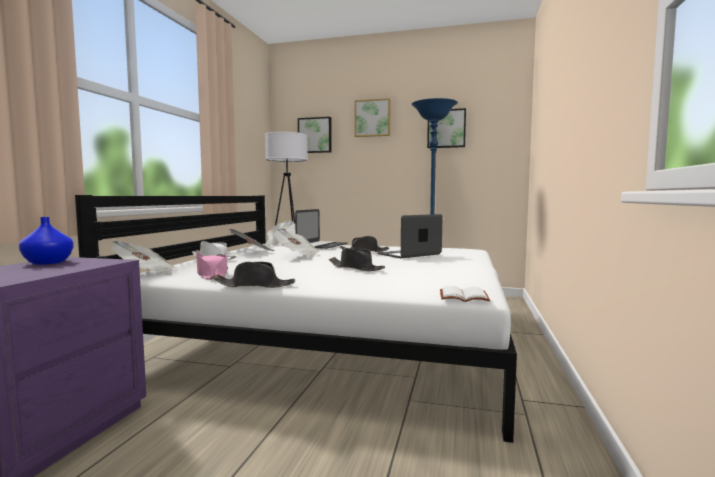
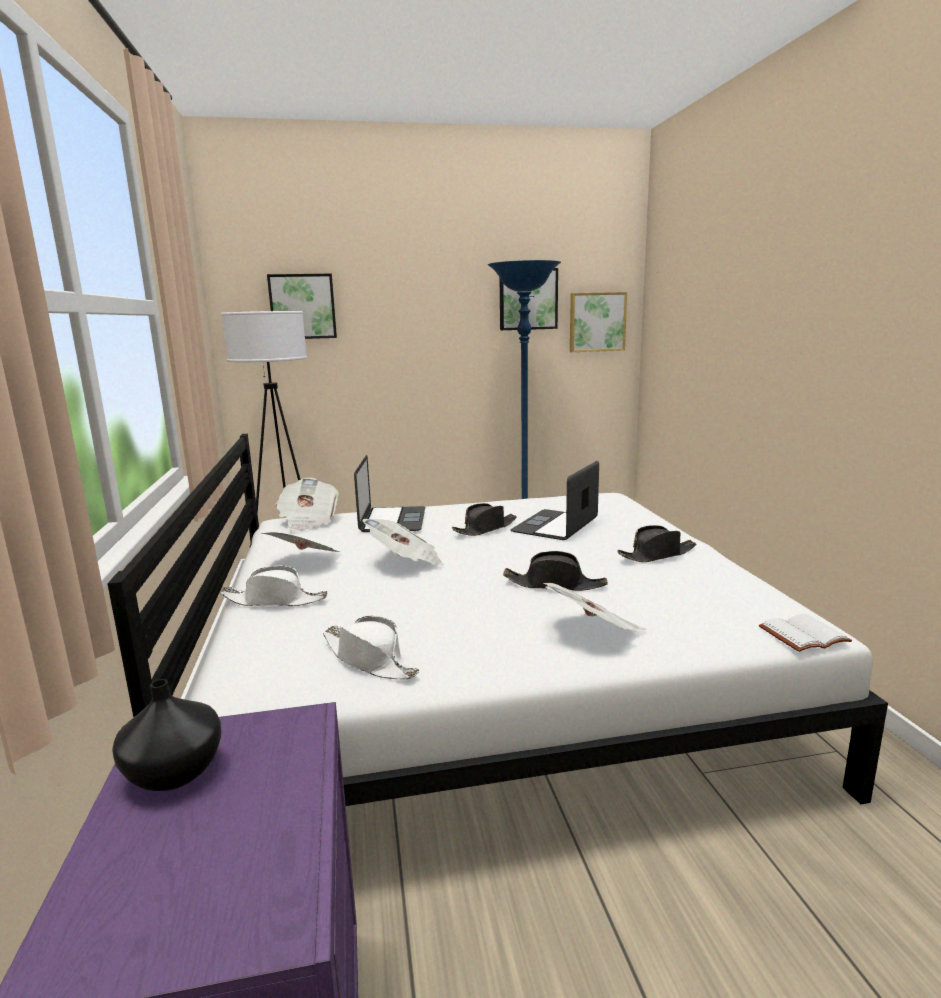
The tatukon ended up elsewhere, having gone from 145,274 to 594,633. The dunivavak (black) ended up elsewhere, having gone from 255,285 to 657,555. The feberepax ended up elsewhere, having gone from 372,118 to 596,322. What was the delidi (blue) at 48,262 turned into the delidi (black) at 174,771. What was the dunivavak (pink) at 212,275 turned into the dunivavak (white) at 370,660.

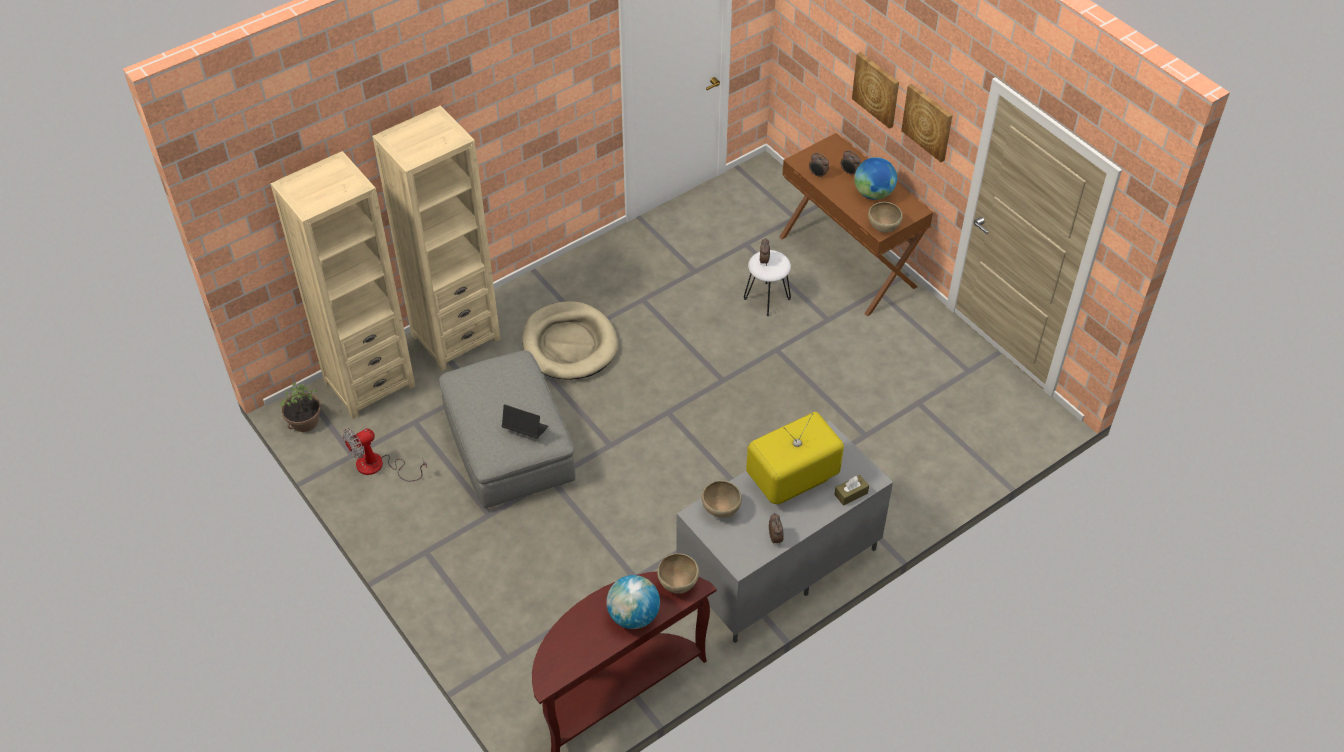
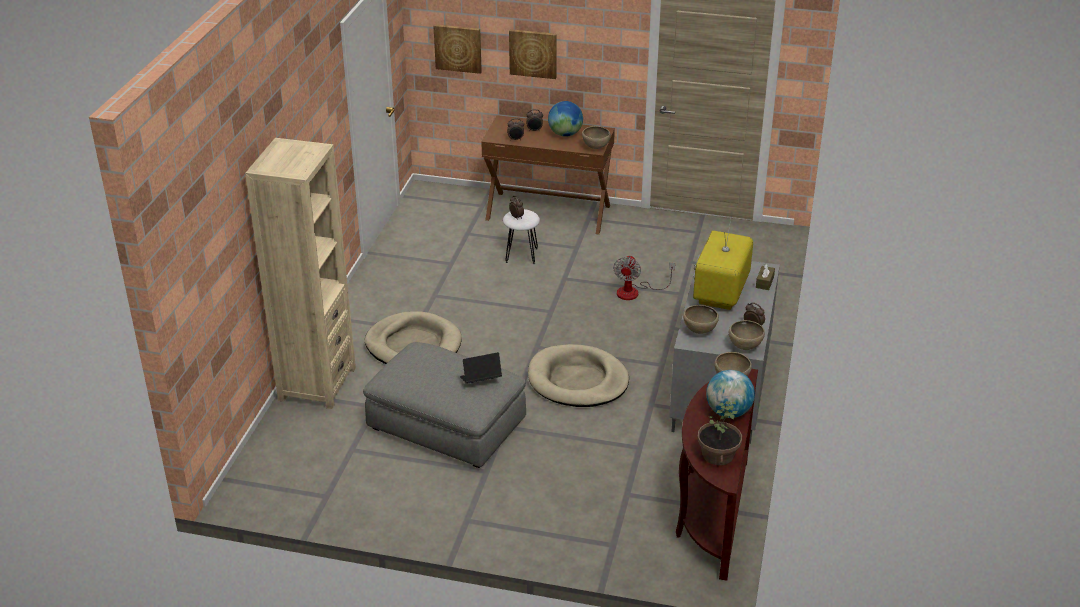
The second view lost the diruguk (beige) at 369,383. The second view gained the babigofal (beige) at 577,380. The second view gained the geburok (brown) at 745,347. The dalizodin ended up elsewhere, having gone from 304,421 to 717,454. The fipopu ended up elsewhere, having gone from 379,466 to 635,292. The feberepax ended up elsewhere, having gone from 928,122 to 458,48.

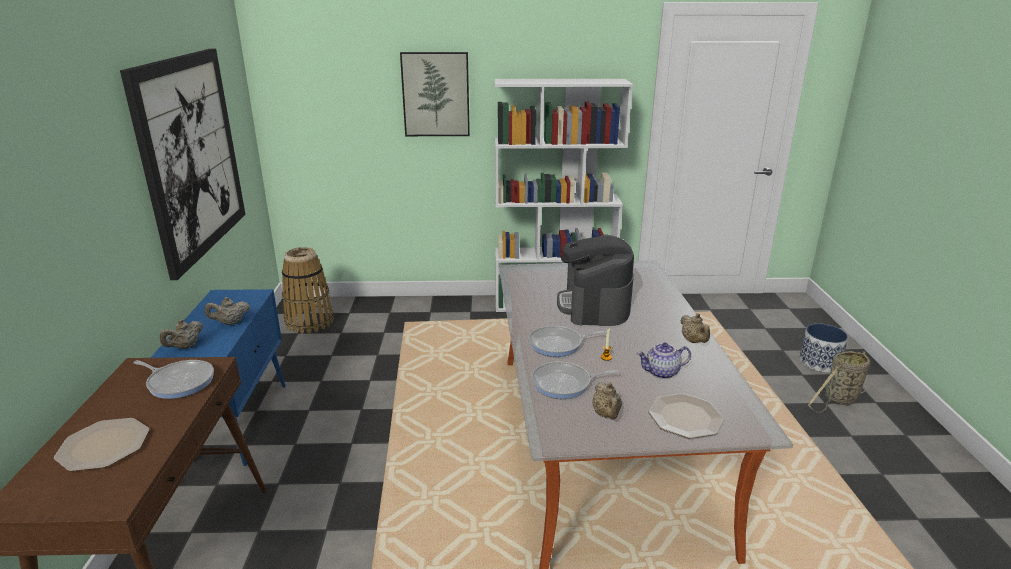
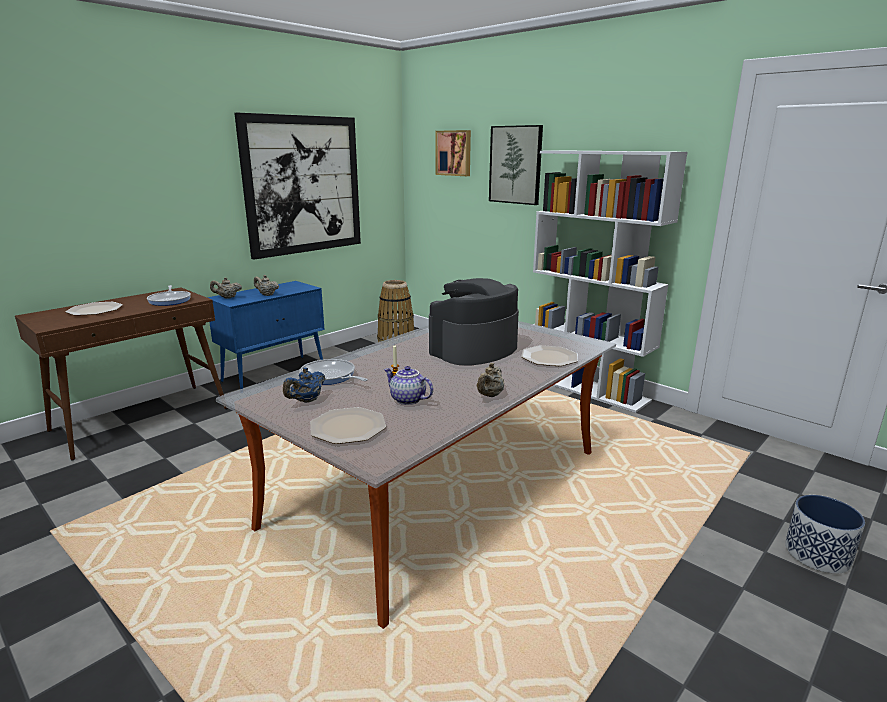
The second view lost the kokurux at 558,344. The second view lost the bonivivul at 838,400. The second view gained the feberepax at 454,153. The second view gained the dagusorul at 549,357. What was the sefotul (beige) at 606,415 turned into the sefotul (blue) at 306,401.

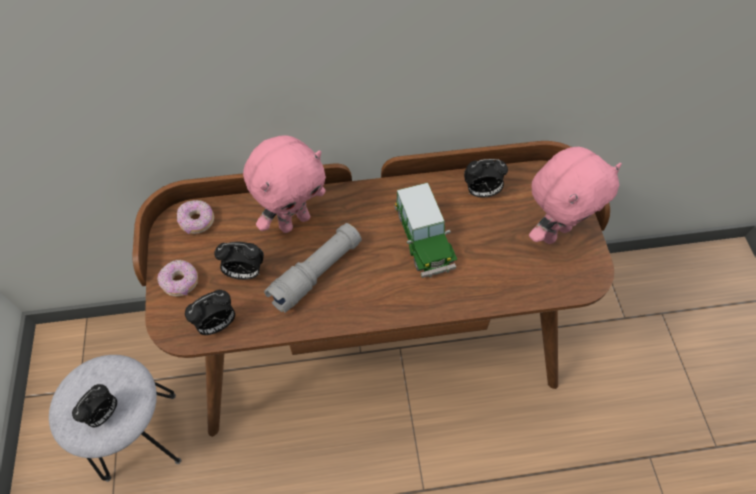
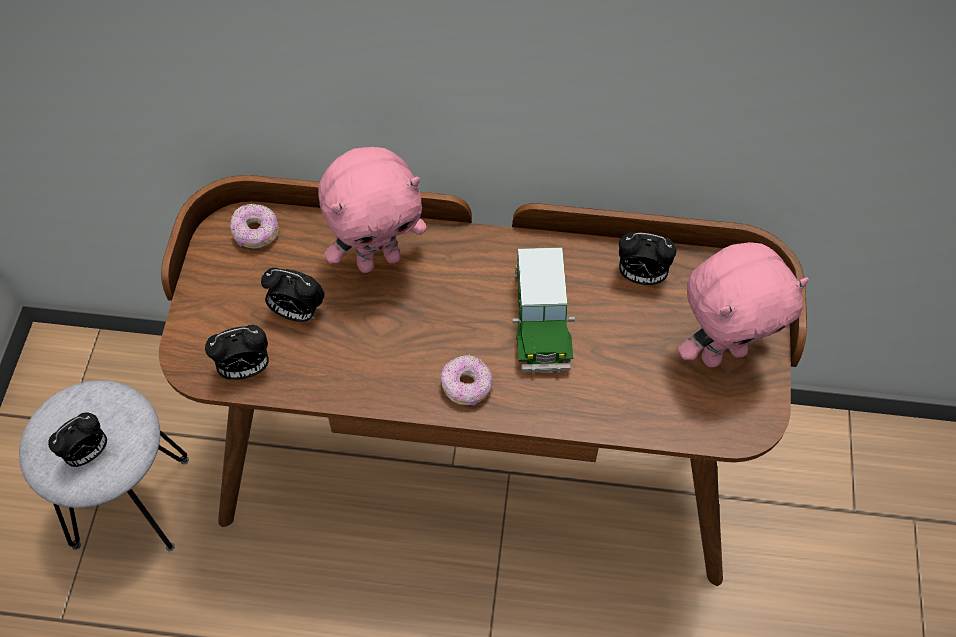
The second view lost the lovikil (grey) at 316,273. The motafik ended up elsewhere, having gone from 180,282 to 466,386.

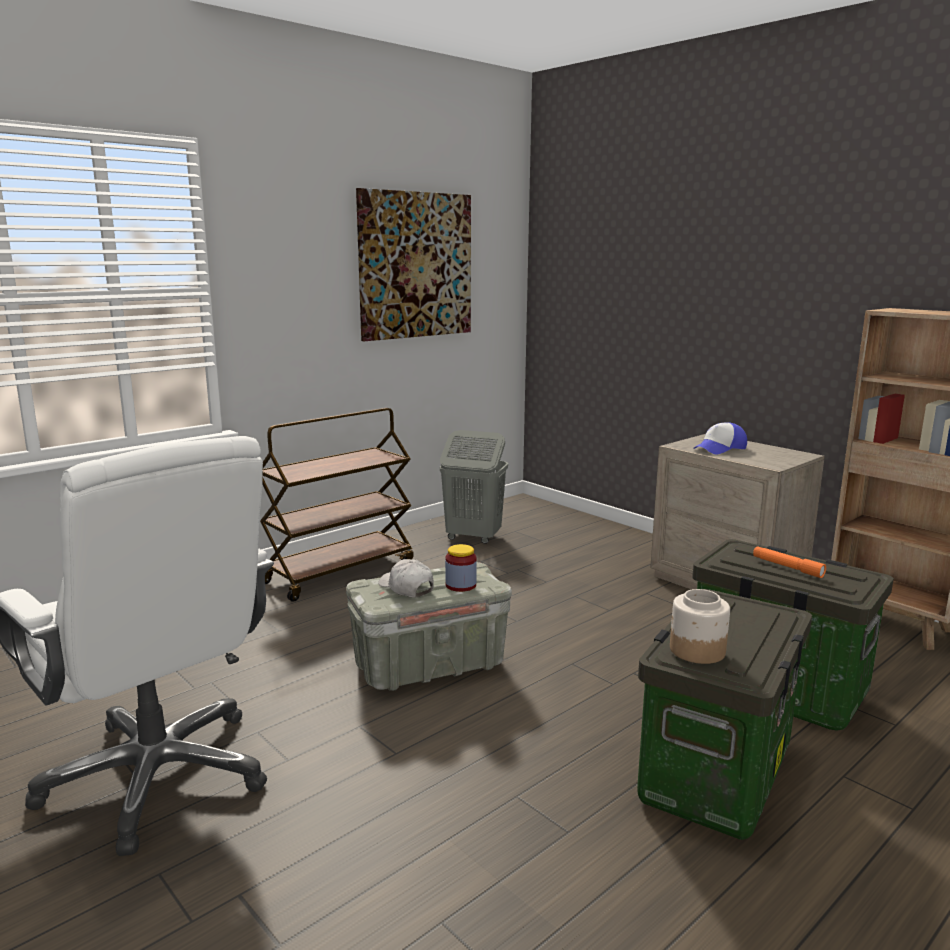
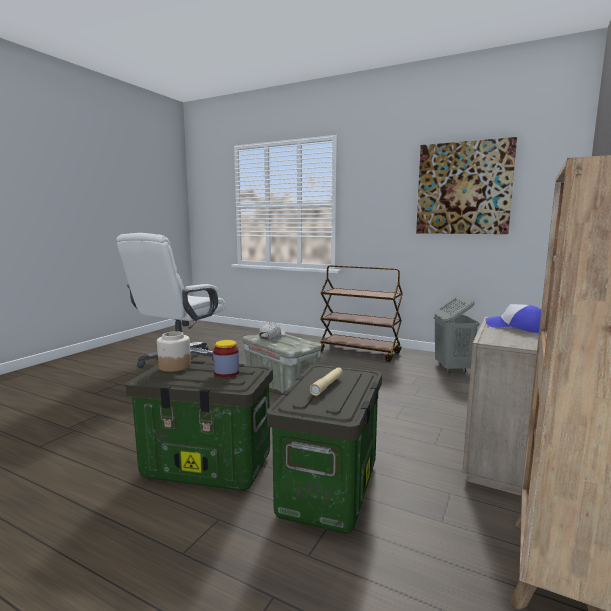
The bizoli ended up elsewhere, having gone from 460,585 to 226,373. What was the lovikil (orange) at 787,567 turned into the lovikil (beige) at 327,385.

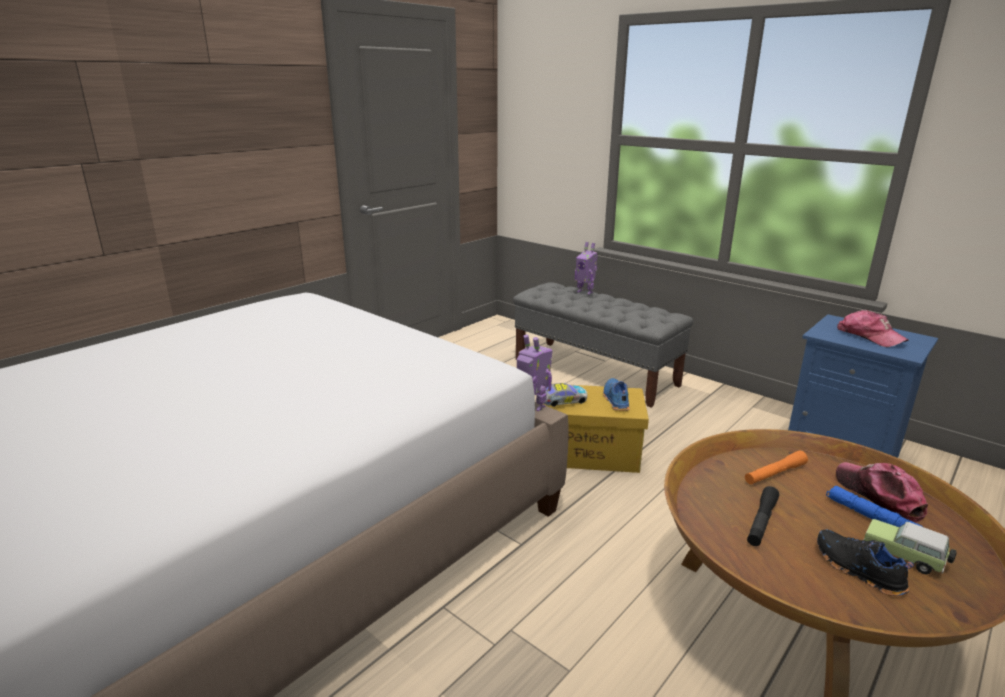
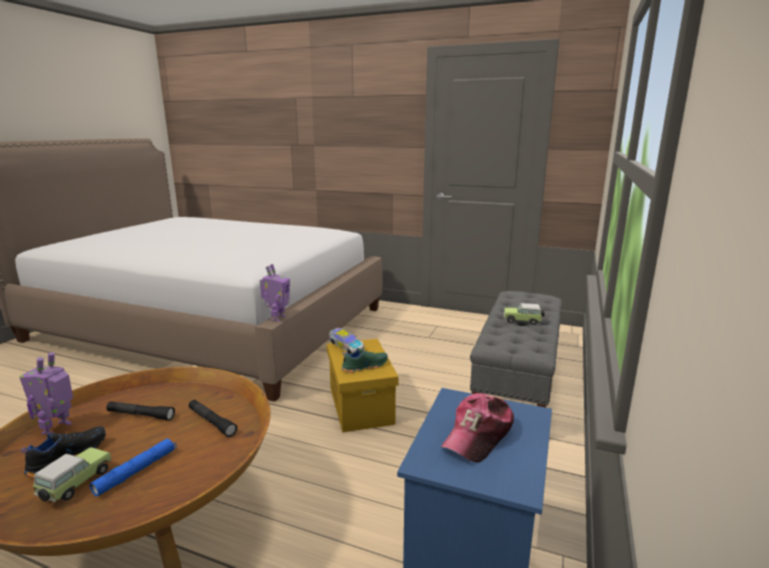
The second view lost the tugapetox at 879,496. The second view gained the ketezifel at 523,321. The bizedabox ended up elsewhere, having gone from 585,291 to 58,428. What was the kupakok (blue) at 615,400 turned into the kupakok (green) at 364,366. What was the lovikil (orange) at 774,474 turned into the lovikil (black) at 212,422.

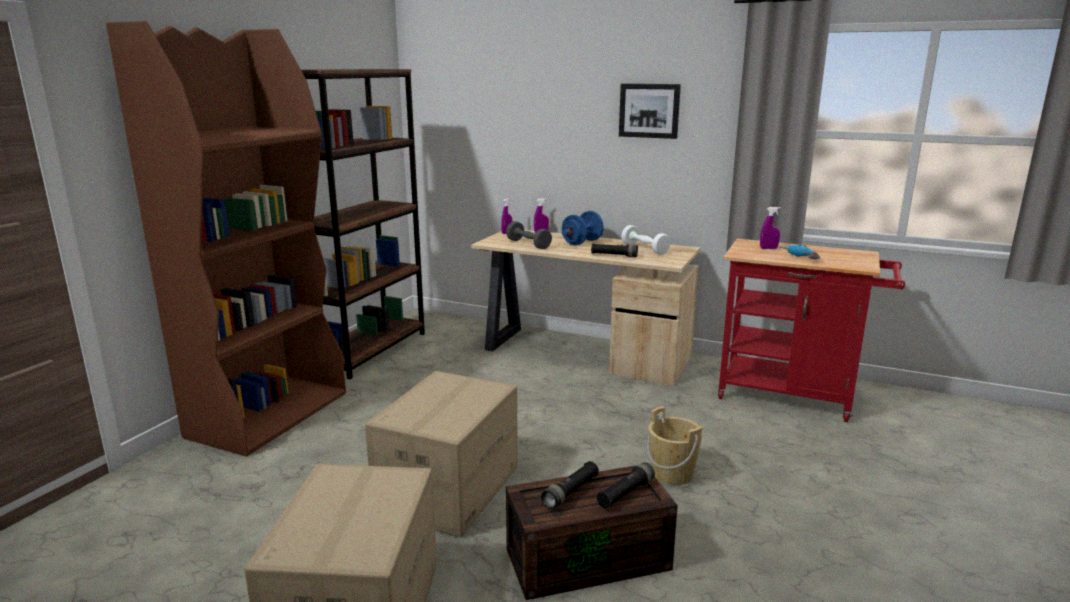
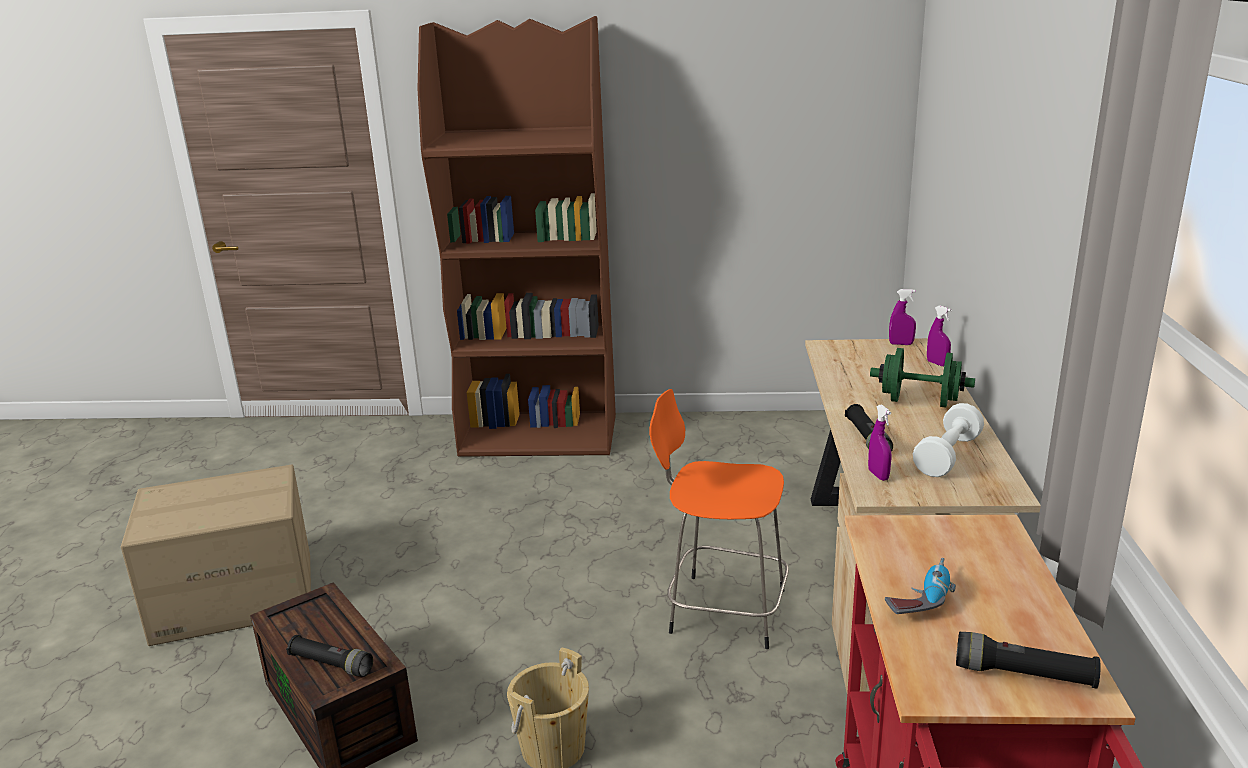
The second view lost the diruguk (brown) at 369,350. The second view lost the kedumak at 448,489. The second view lost the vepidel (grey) at 528,244. The second view lost the feberepax at 649,110. The second view gained the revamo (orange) at 723,610. The lovikil (black) ended up elsewhere, having gone from 571,492 to 1023,675. The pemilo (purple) ended up elsewhere, having gone from 768,248 to 878,475. What was the vepidel (blue) at 582,242 turned into the vepidel (green) at 919,402.

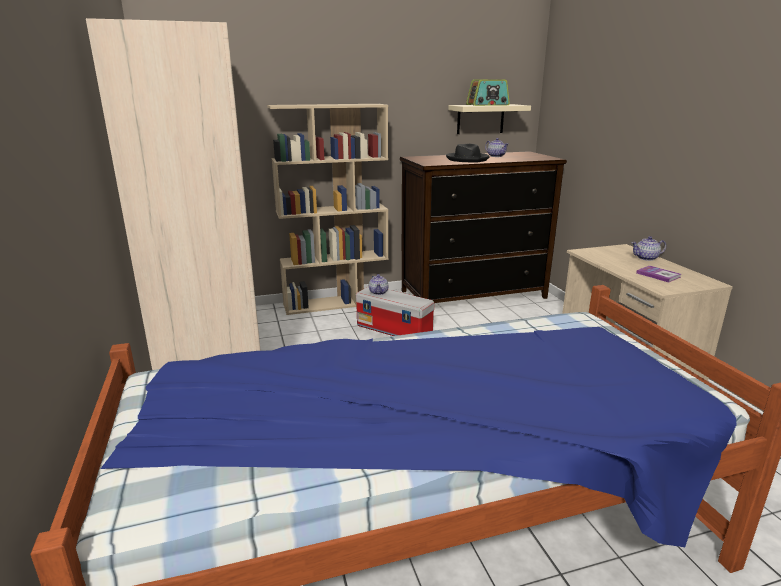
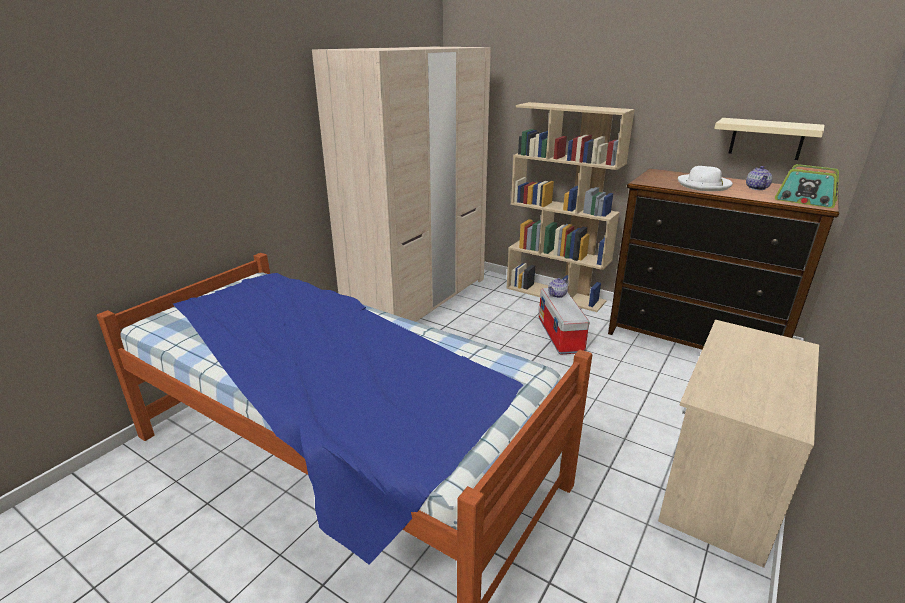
The second view lost the sefotul at 646,258. The second view lost the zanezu at 658,275. The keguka ended up elsewhere, having gone from 487,105 to 805,201. What was the dunivavak (black) at 467,159 turned into the dunivavak (white) at 704,185.

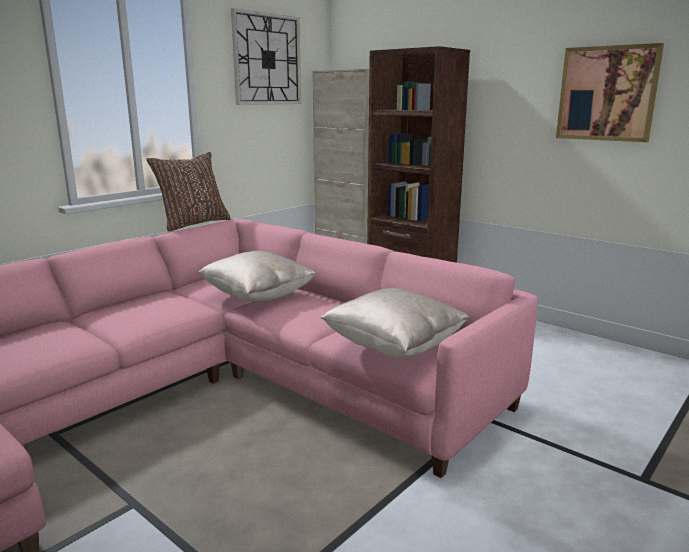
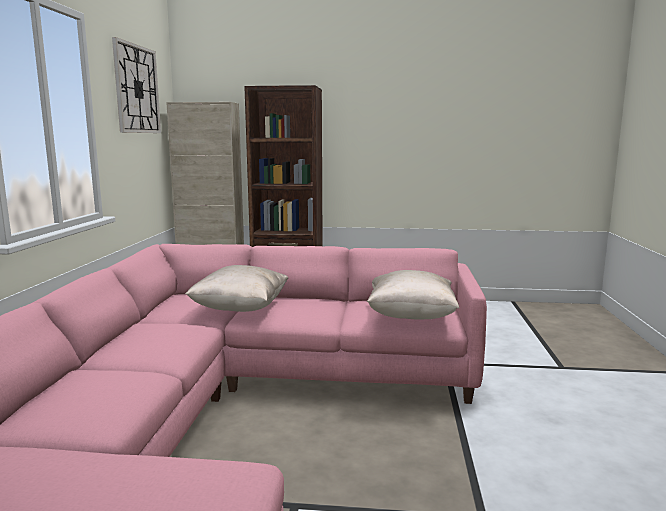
The second view lost the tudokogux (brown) at 193,224. The second view lost the feberepax at 607,93.

